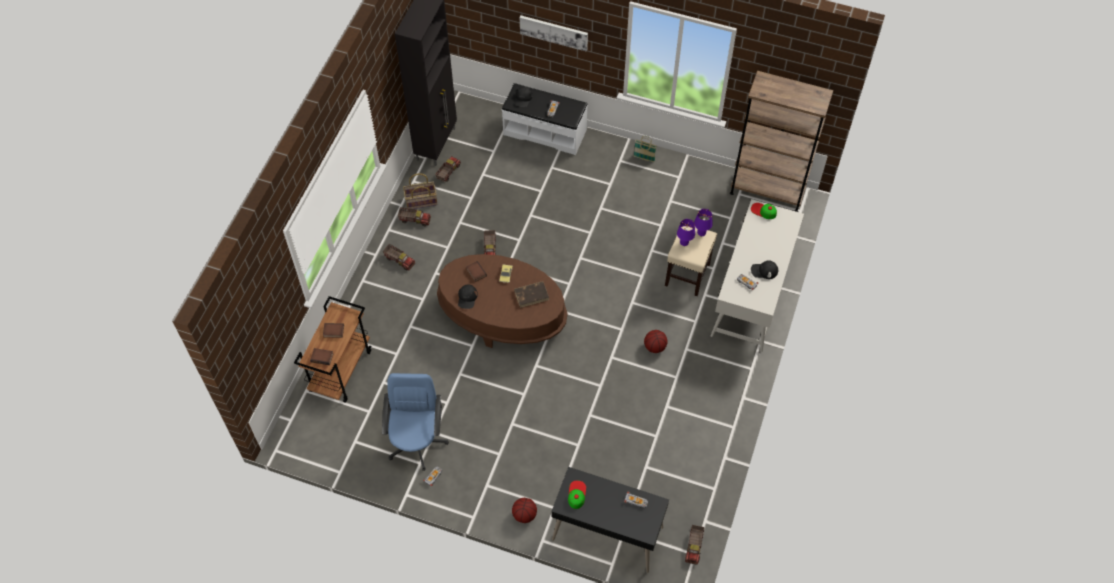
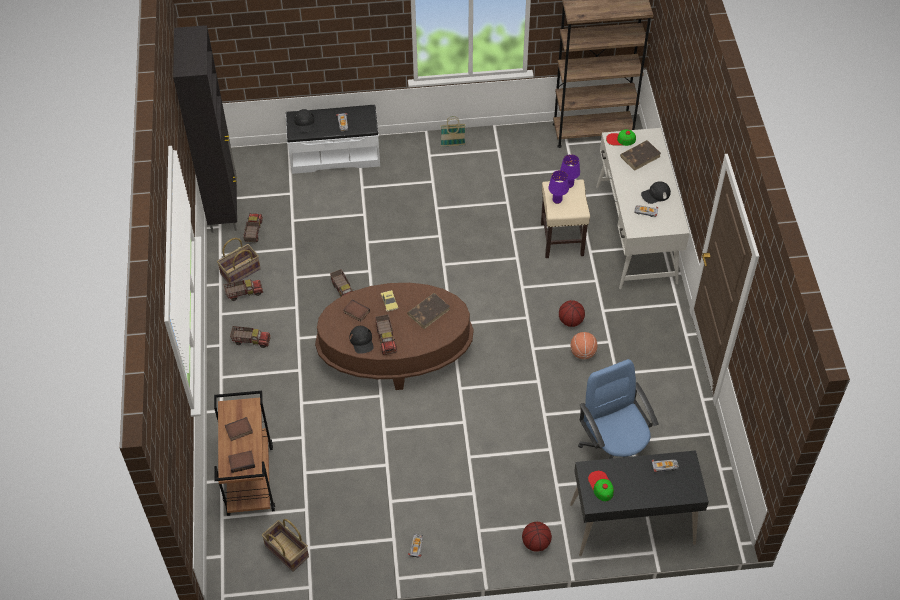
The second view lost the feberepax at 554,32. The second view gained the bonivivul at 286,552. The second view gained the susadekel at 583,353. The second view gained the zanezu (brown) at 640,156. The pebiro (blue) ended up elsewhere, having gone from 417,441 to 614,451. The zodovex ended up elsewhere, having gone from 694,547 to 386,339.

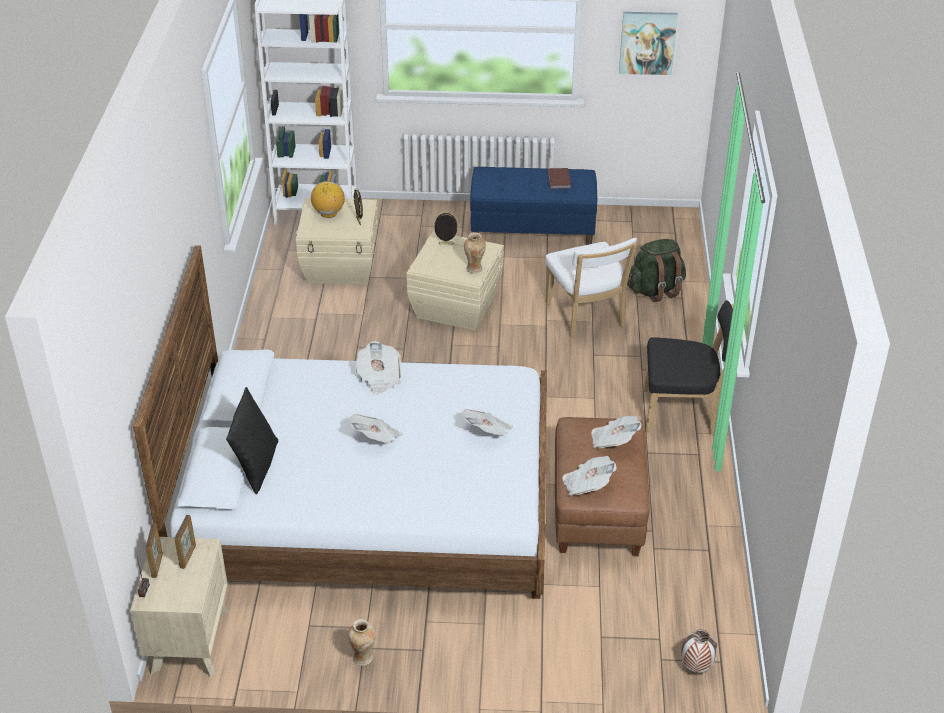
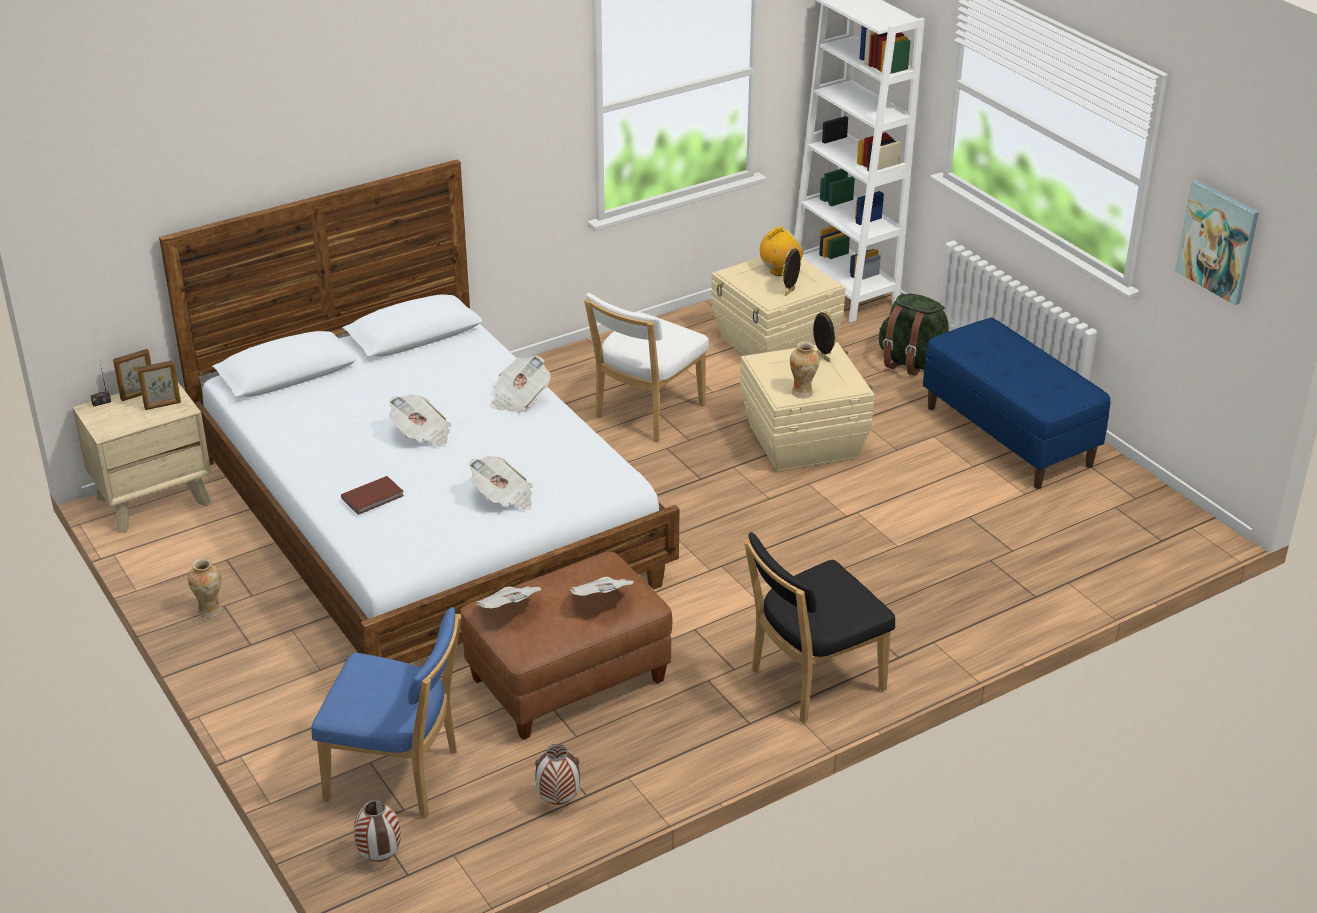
The second view lost the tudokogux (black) at 256,466. The second view gained the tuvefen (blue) at 398,777. The second view gained the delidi at 558,801. The tuvefen (white) ended up elsewhere, having gone from 586,317 to 645,414. The zanezu (brown) ended up elsewhere, having gone from 559,179 to 374,497. The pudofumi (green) ended up elsewhere, having gone from 655,290 to 912,363. The tuvefen (black) at 683,413 ended up facing another way, 90 degrees clockwise from before.

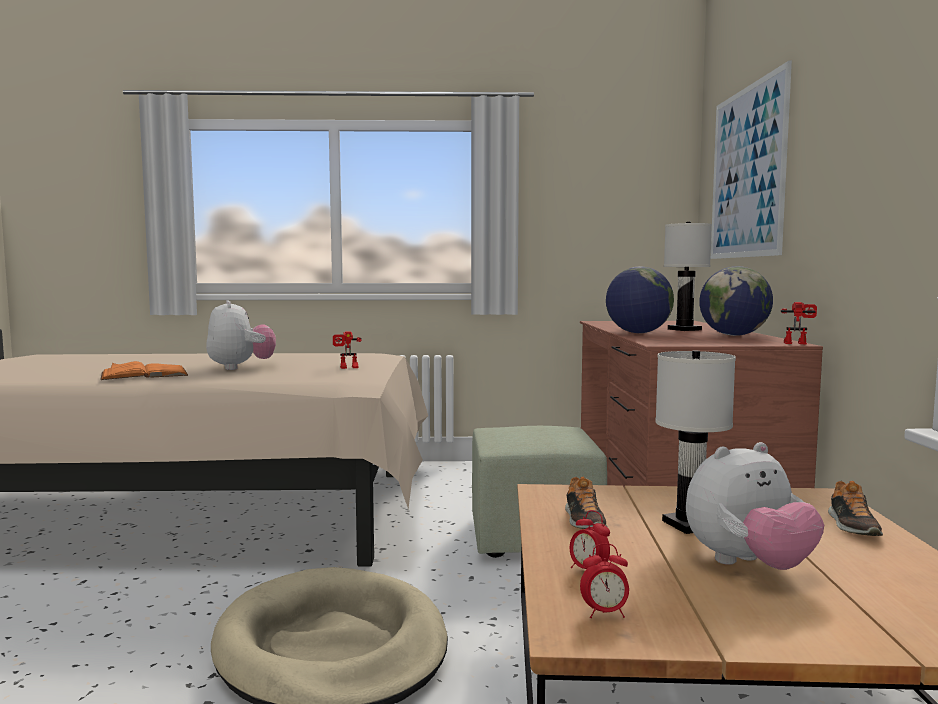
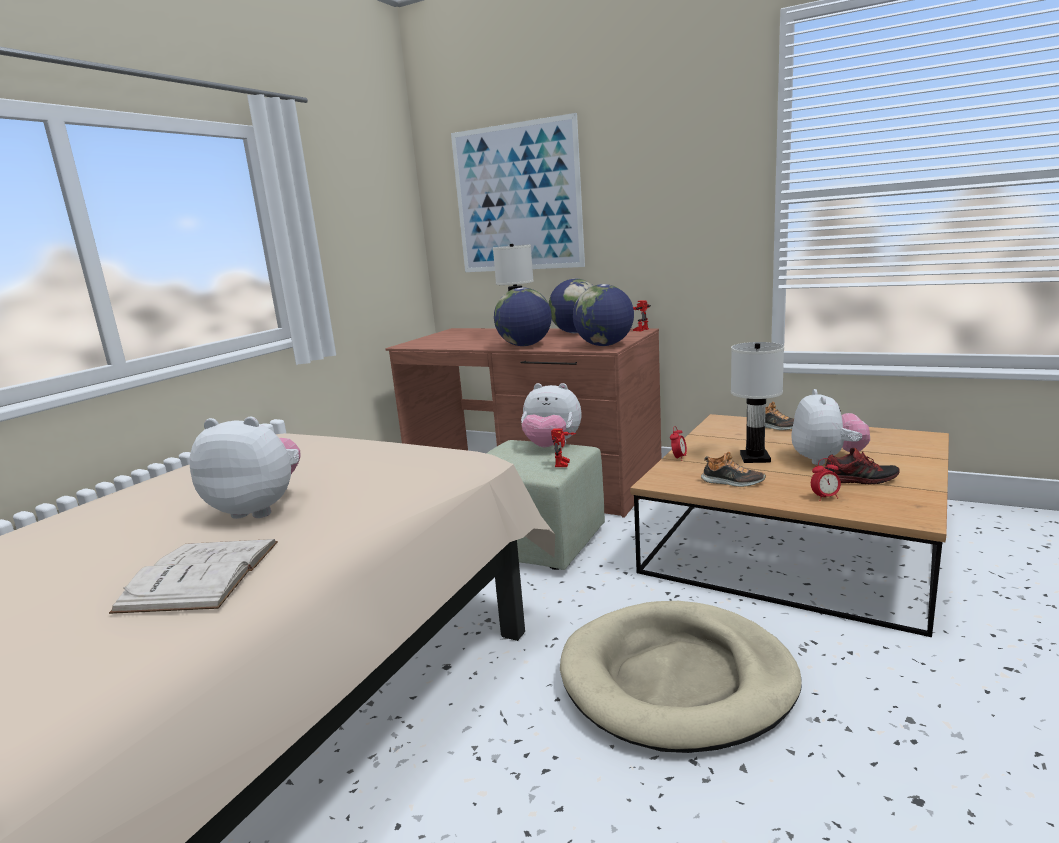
The second view gained the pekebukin at 551,446. The second view gained the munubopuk at 604,345. The second view gained the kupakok at 859,480. The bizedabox ended up elsewhere, having gone from 348,368 to 564,464. The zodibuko ended up elsewhere, having gone from 605,613 to 678,458. What was the zanezu (orange) at 144,374 turned into the zanezu (white) at 201,575.

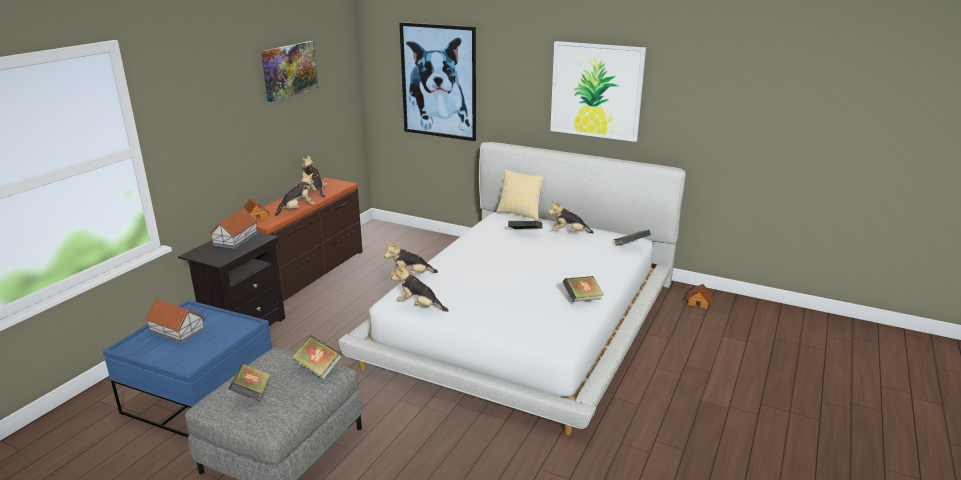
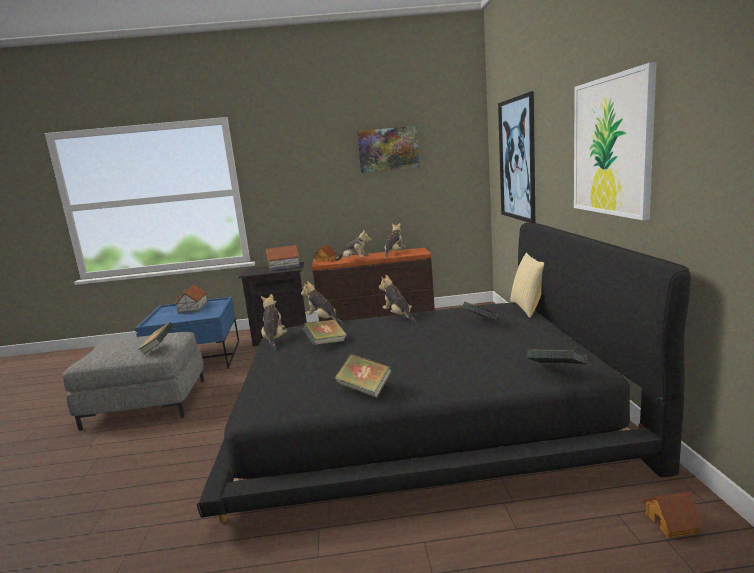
The zanezu ended up elsewhere, having gone from 252,394 to 326,343. The pekebukin ended up elsewhere, having gone from 568,233 to 398,316. What was the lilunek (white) at 525,320 turned into the lilunek (black) at 422,415.

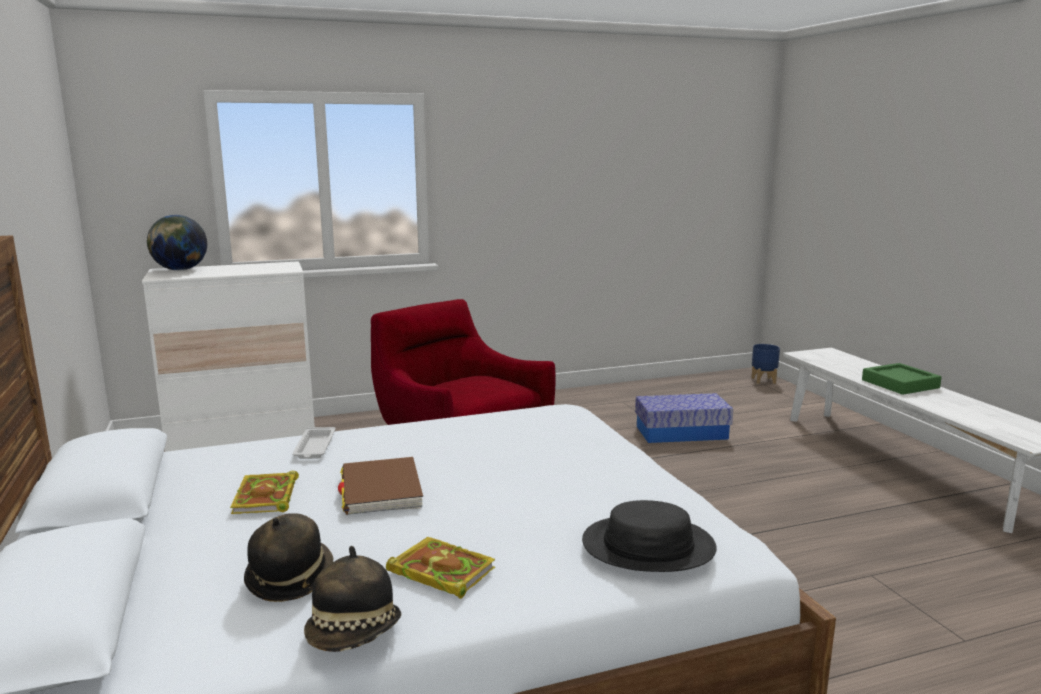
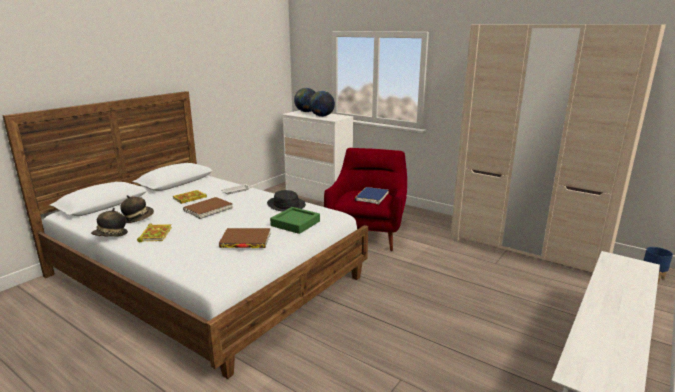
The second view lost the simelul at 681,432. The second view gained the zanezu (brown) at 245,241. The second view gained the munubopuk at 321,116. The second view gained the zanezu (blue) at 372,197. The second view gained the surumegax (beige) at 528,246. The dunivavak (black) ended up elsewhere, having gone from 648,546 to 286,205. The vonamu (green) ended up elsewhere, having gone from 900,384 to 295,223.

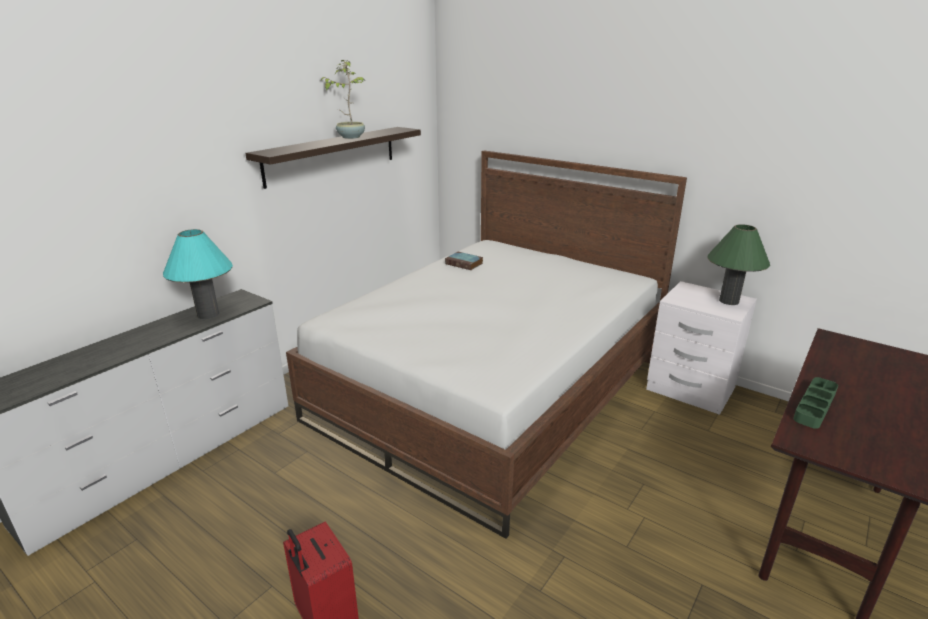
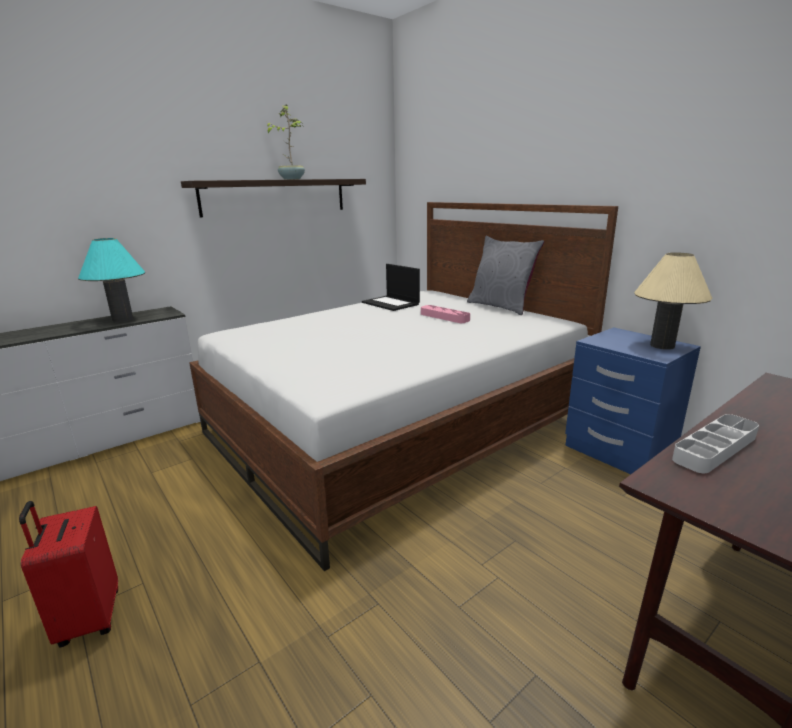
The second view gained the vonamu (pink) at 444,317. The second view gained the tudokogux (grey) at 500,306. Where the zanezu stood at 465,263, the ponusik came to stand at 391,303. What was the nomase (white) at 690,389 turned into the nomase (blue) at 618,451. What was the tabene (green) at 729,301 turned into the tabene (beige) at 662,346. What was the vonamu (green) at 815,406 turned into the vonamu (grey) at 715,448.

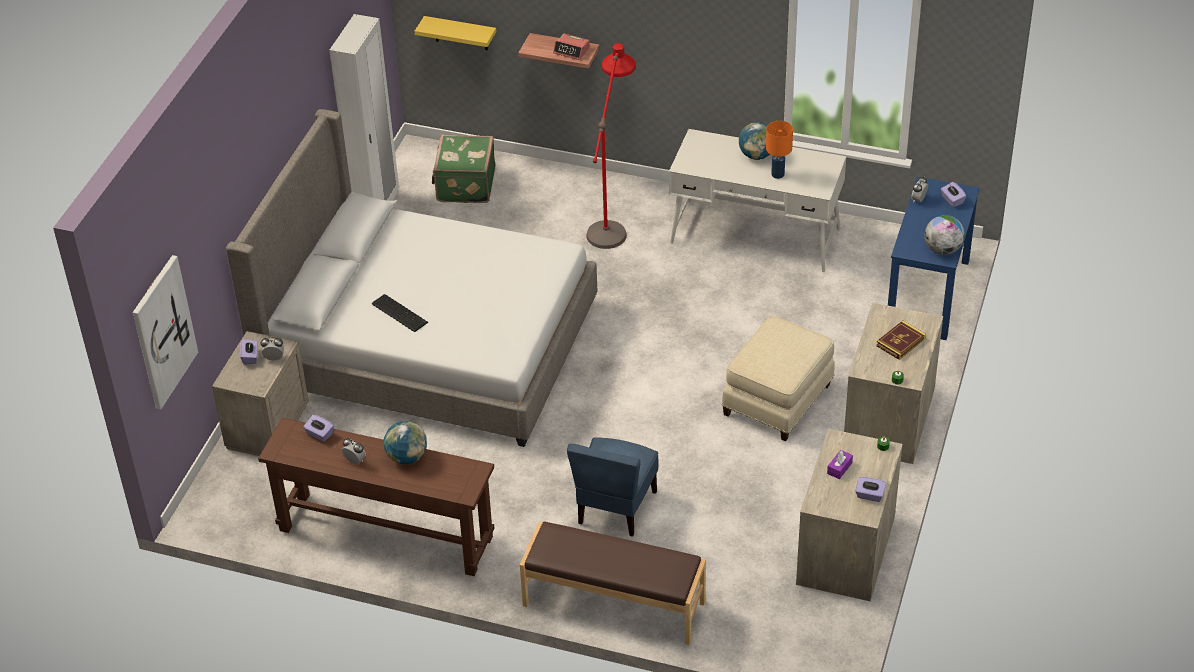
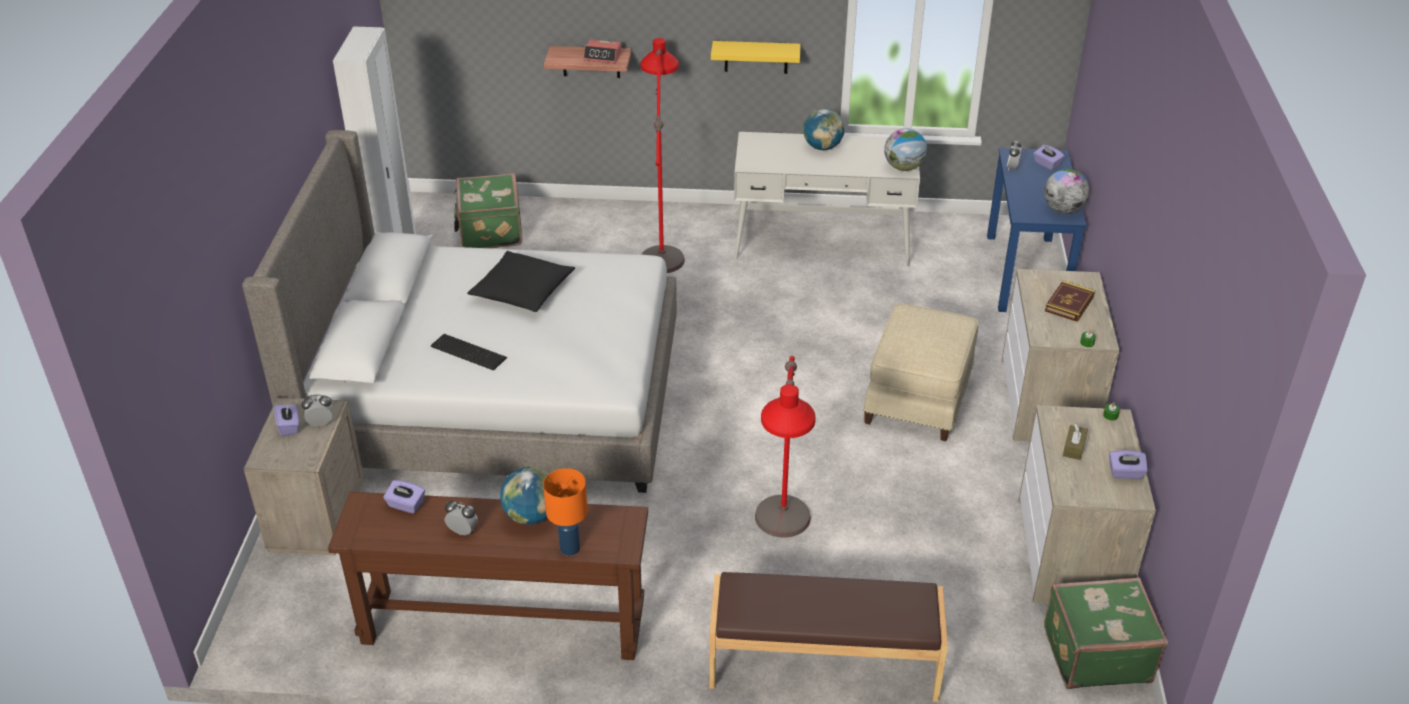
The second view lost the feberepax at 163,332. The second view gained the tudokogux (black) at 522,291. The second view gained the munubopuk at 903,168. The second view gained the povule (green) at 1095,653. The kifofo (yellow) ended up elsewhere, having gone from 461,33 to 756,57. The tabene (orange) ended up elsewhere, having gone from 777,174 to 569,548. Where the tuvefen (blue) stood at 615,507, the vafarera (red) came to stand at 781,546. What was the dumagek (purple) at 839,468 turned into the dumagek (brown) at 1074,447.

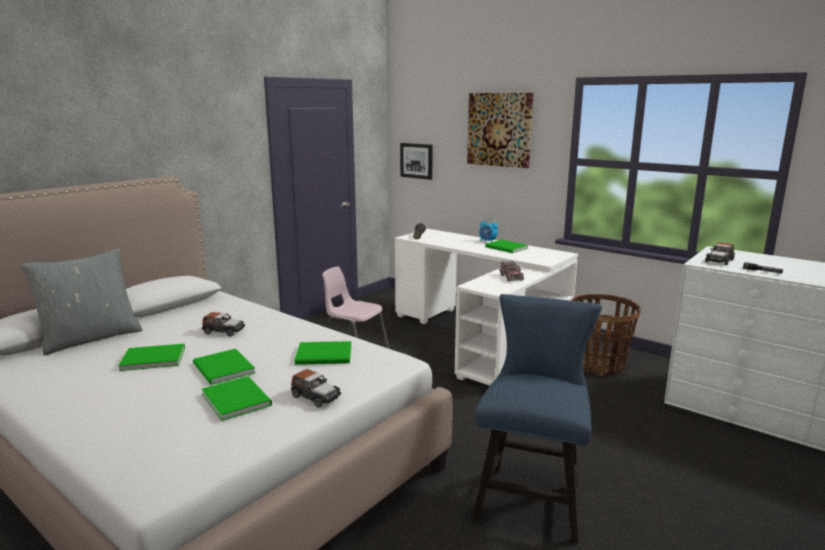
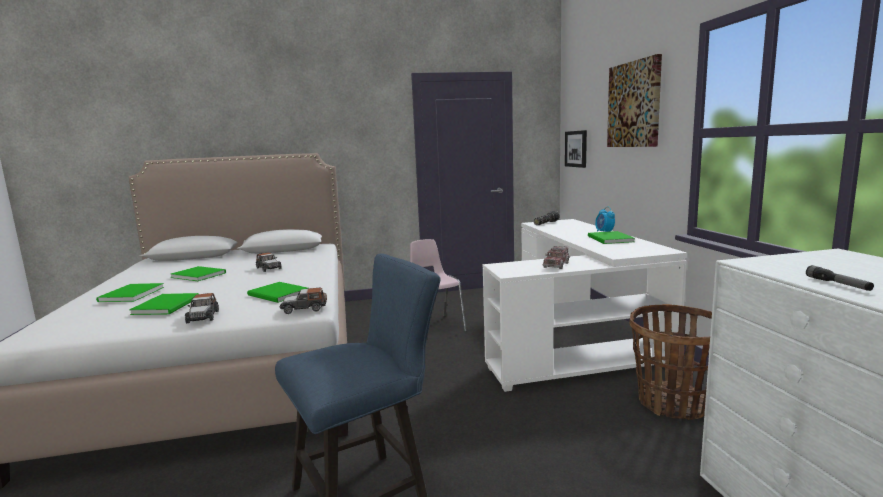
The second view lost the tudokogux (grey) at 91,338. The zanezu (green) ended up elsewhere, having gone from 222,369 to 129,295. The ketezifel ended up elsewhere, having gone from 719,261 to 304,309.

